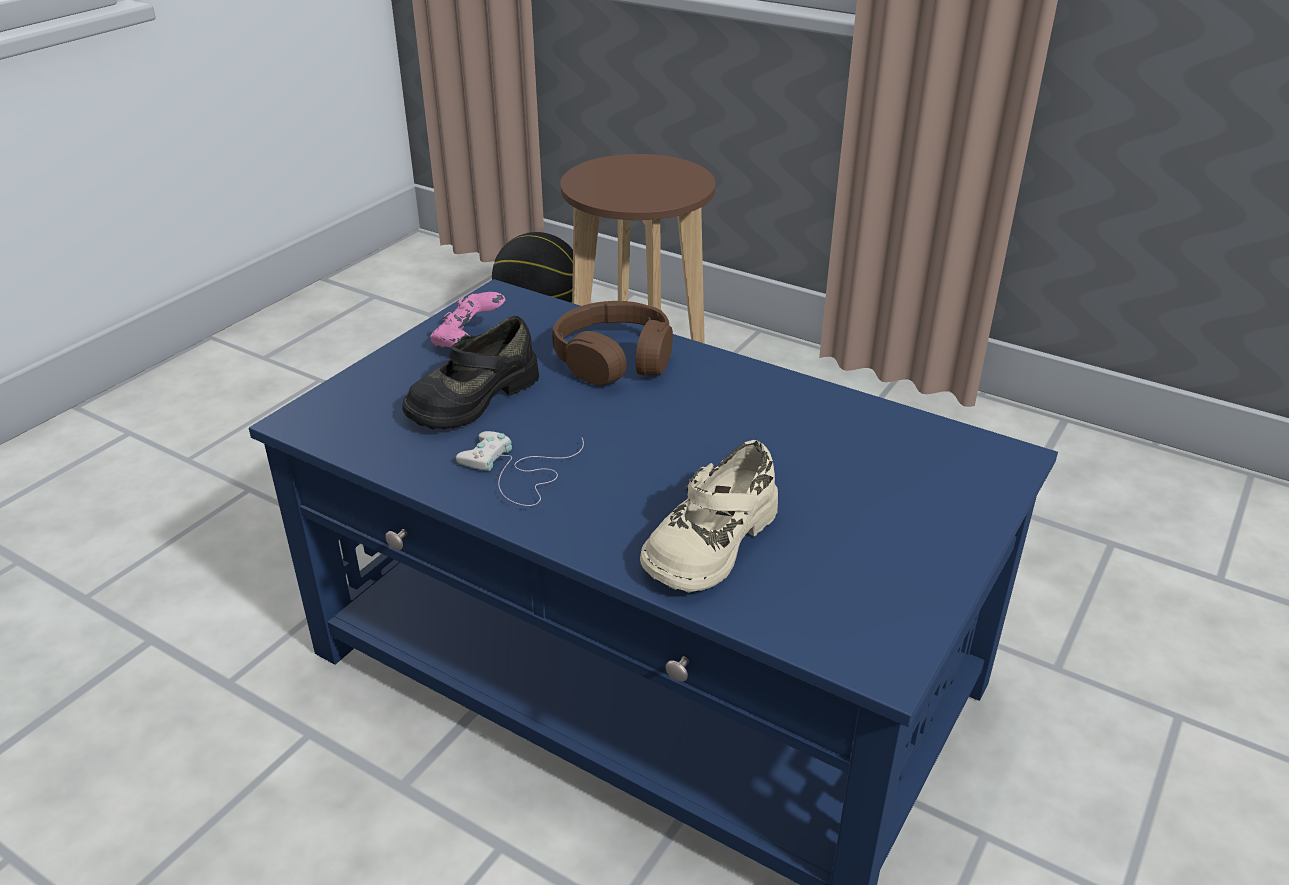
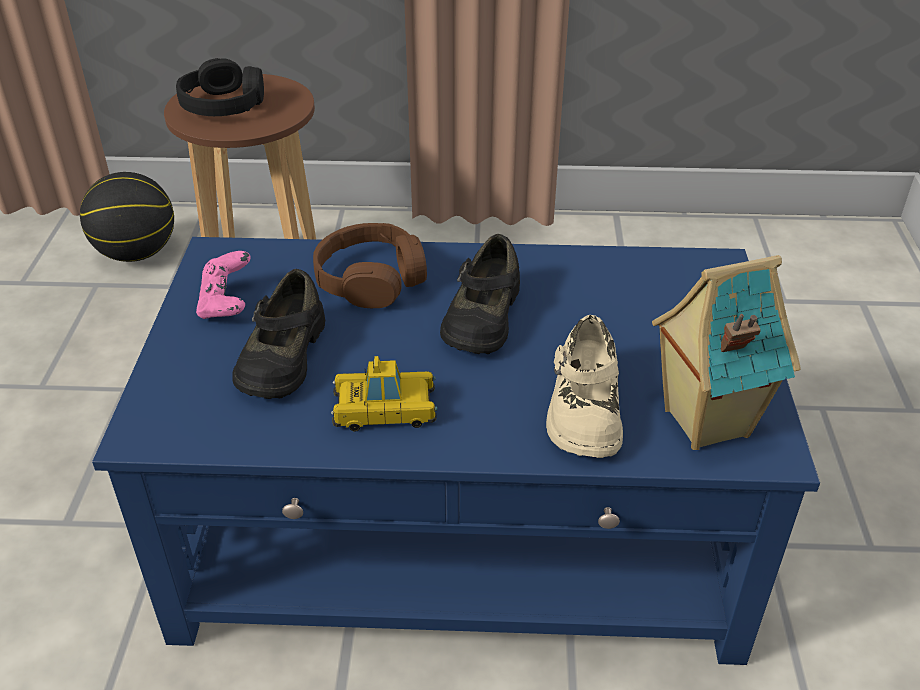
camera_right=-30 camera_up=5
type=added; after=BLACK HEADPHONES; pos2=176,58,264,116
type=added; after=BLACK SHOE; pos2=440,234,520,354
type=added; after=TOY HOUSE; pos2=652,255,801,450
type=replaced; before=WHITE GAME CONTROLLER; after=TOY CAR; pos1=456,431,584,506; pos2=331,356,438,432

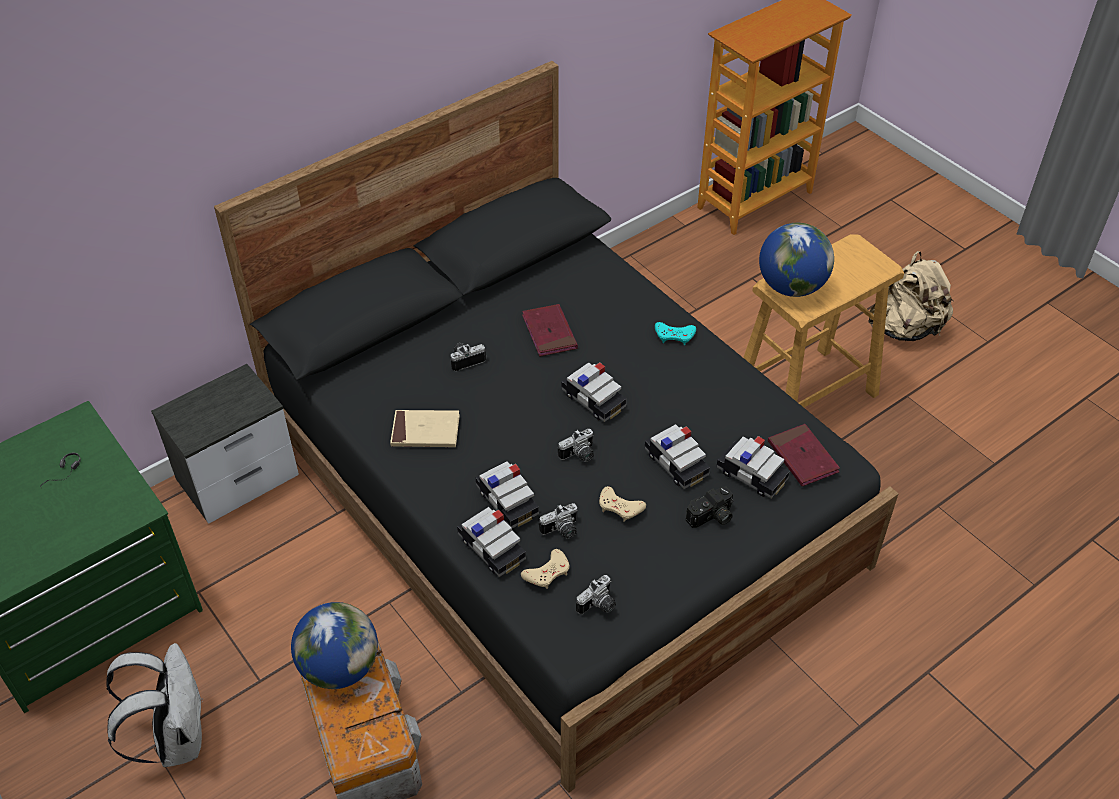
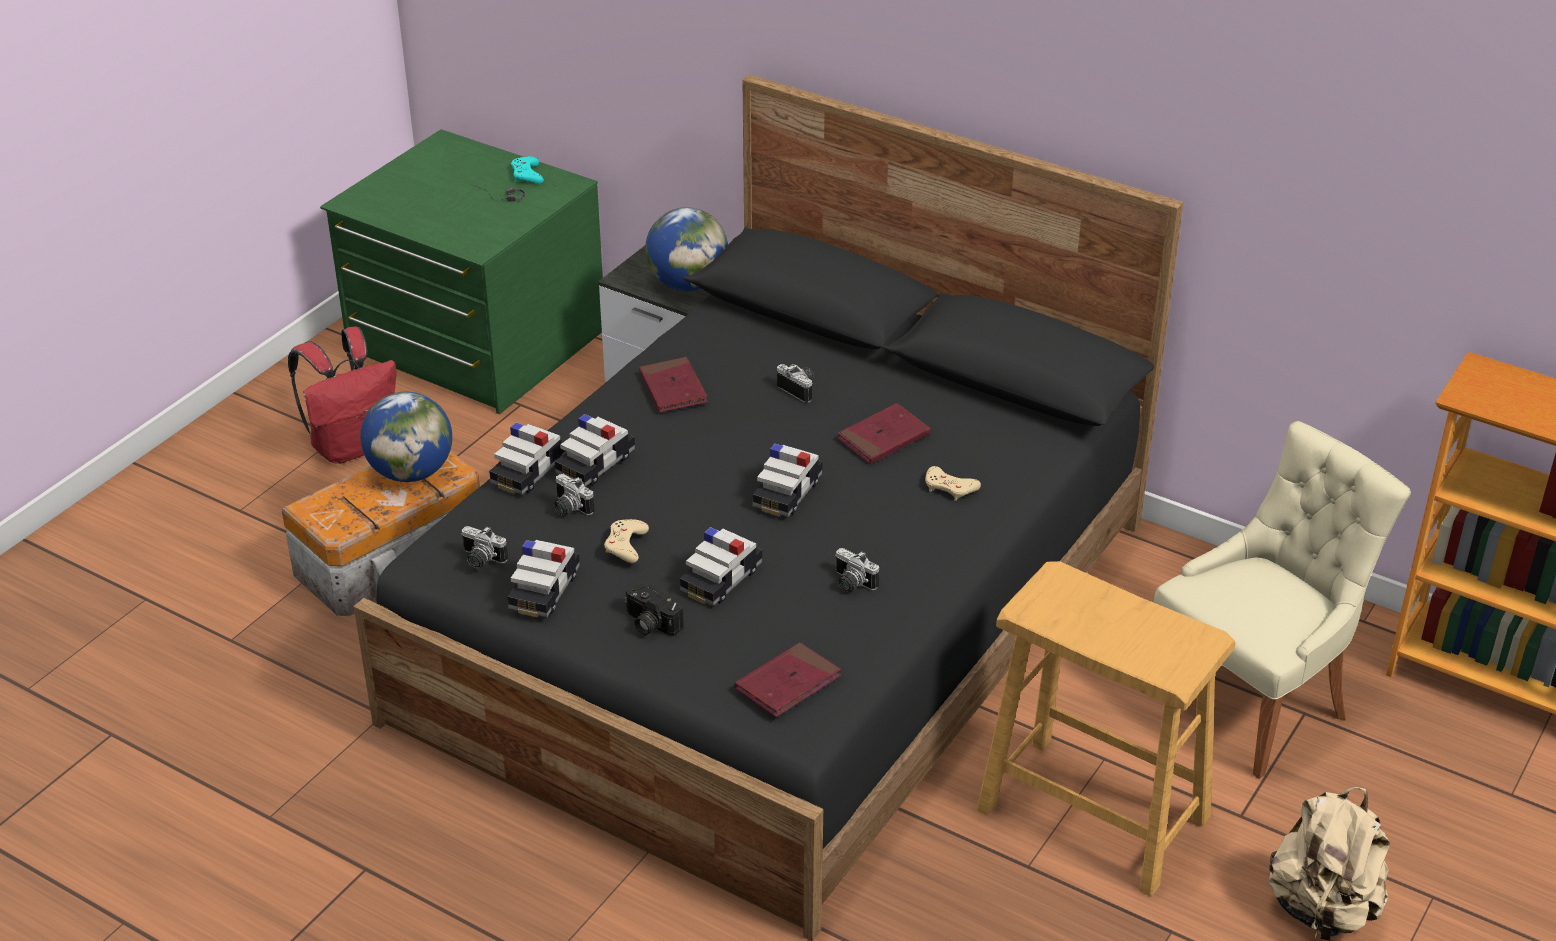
camera_right=70 camera_up=-10
type=added; after=BEIGE CHAIR; pos2=1150,421,1411,779
type=moved; before=BEIGE GAME CONTROLLER; pos1=521,549,569,589; pos2=925,466,981,501
type=moved; before=PHOTO CAMERA; pos1=558,429,594,462; pos2=835,548,879,592
type=moved; before=TURQUOISE GAME CONTROLLER; pos1=655,322,696,345; pos2=511,156,544,184
type=moved; before=TOY CAR; pos1=717,436,790,498; pos2=507,540,580,617
type=moved; before=GLOBE; pos1=759,223,834,297; pos2=645,207,728,291
type=recoloured; before=WHITE BACKPACK; after=RED BACKPACK; pos1=106,643,203,767; pos2=288,326,396,464
type=recoloured; before=BEIGE BOOK; after=RED BOOK; pos1=390,410,460,447; pos2=639,357,708,413

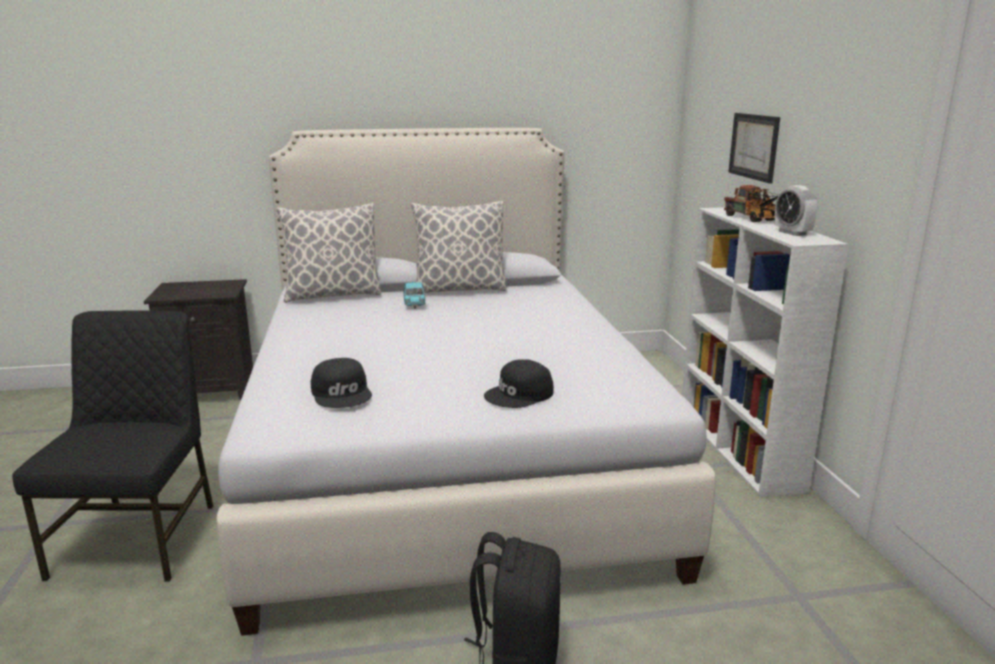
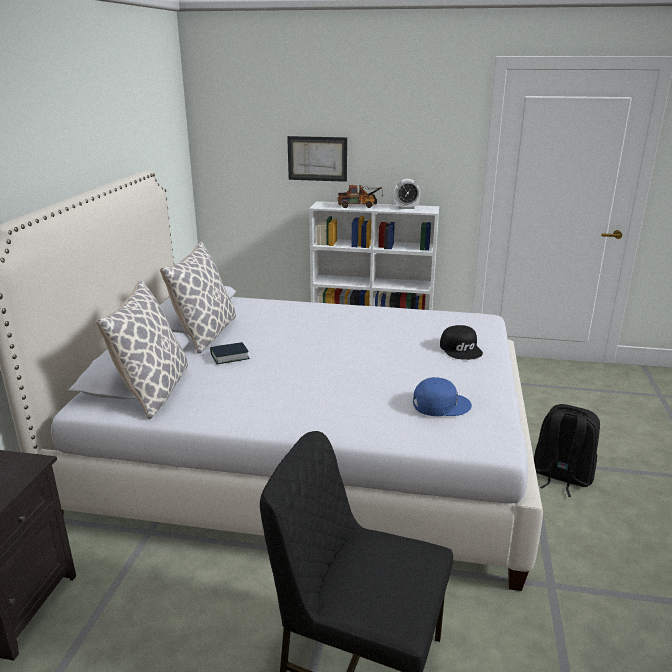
camera_right=-70 camera_up=5
type=replaced; before=TURQUOISE TOY CAR; after=BOOK; pos1=403,282,425,308; pos2=210,342,250,364
type=recoloured; before=BLACK CAP; after=BLUE CAP; pos1=311,358,372,408; pos2=413,377,472,416

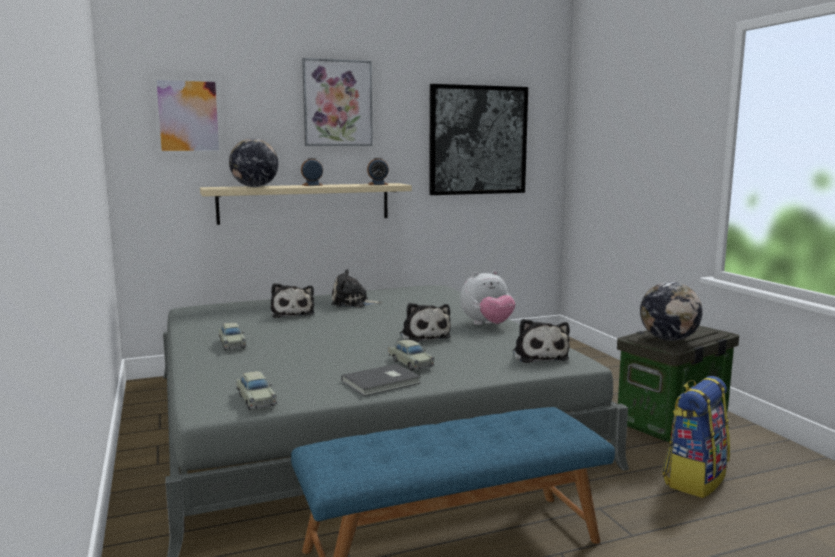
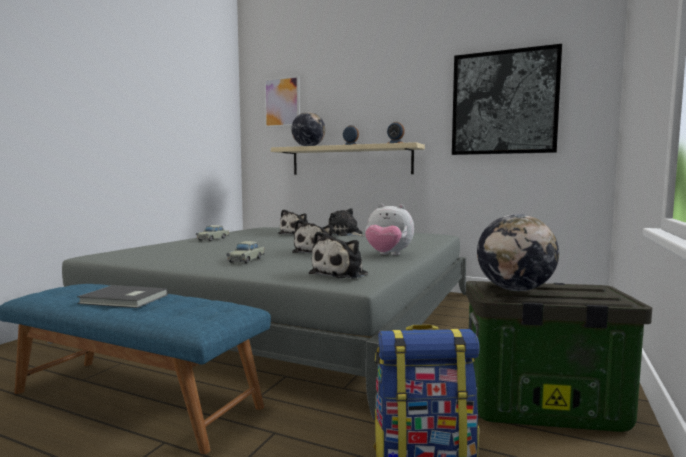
camera_right=45 camera_up=-5
type=removed; before=BEIGE TOY CAR; pos1=236,371,277,410
type=removed; before=PICTURE; pos1=302,58,373,146
type=moved; before=GREY BOOK; pos1=341,364,421,396; pos2=77,285,168,308

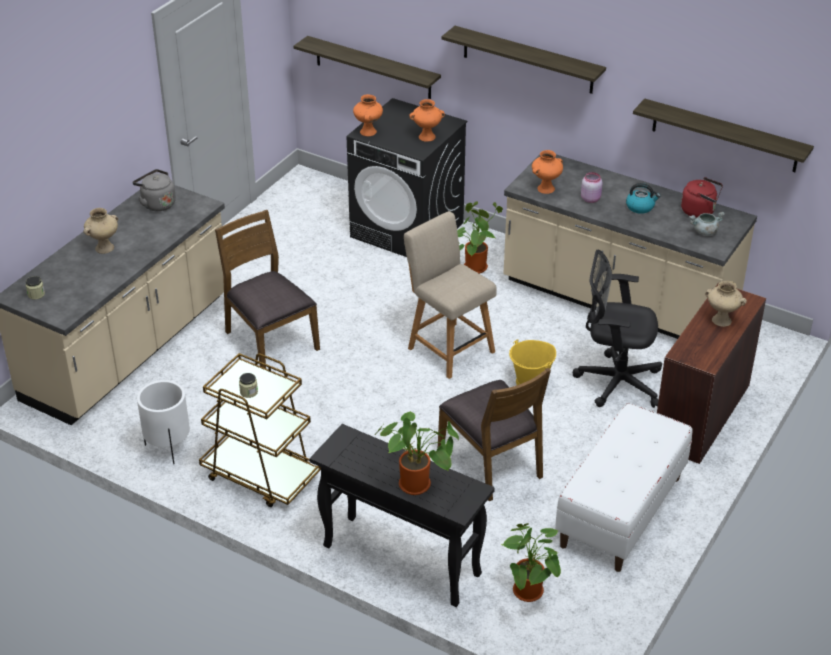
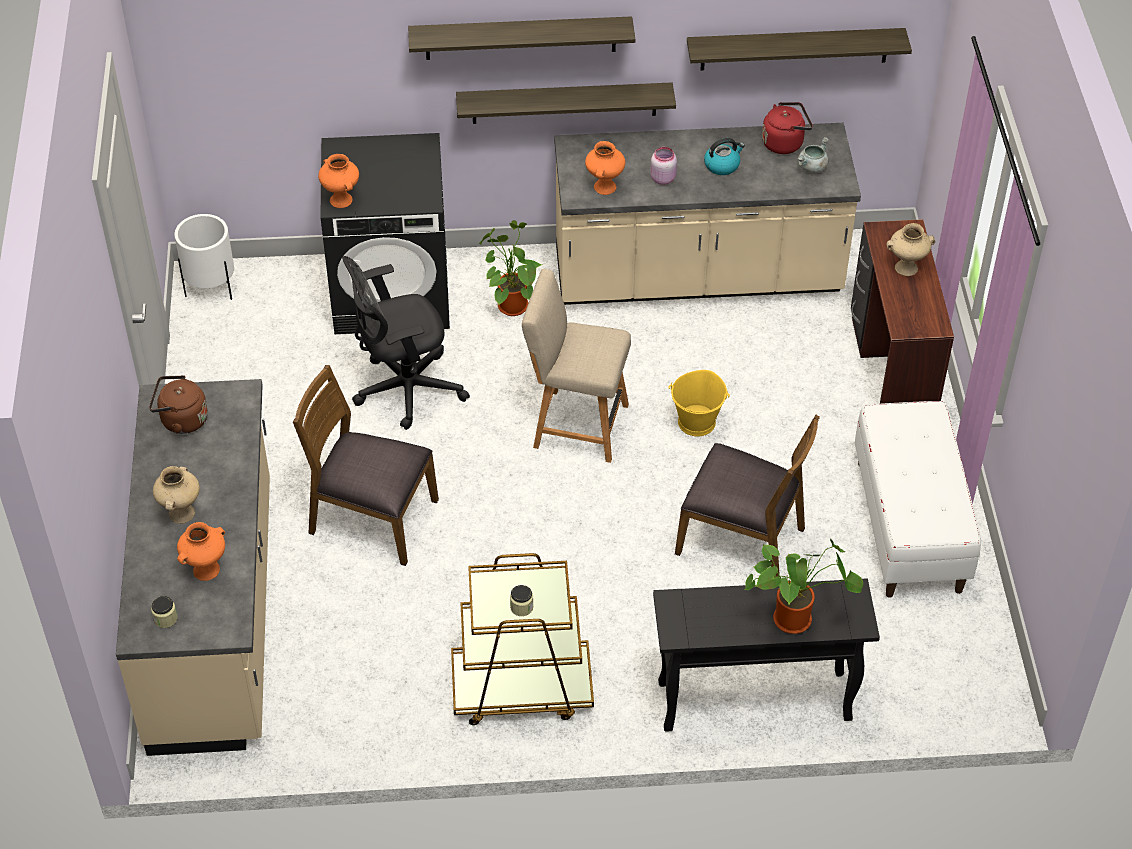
camera_right=-35 camera_up=10
type=removed; before=POTTED PLANT; pos1=501,523,561,602
type=moved; before=WHITE PLANTER; pos1=137,380,190,464; pos2=174,214,234,300
type=moved; before=SHELF; pos1=293,36,441,99; pos2=456,82,676,124
type=moved; before=ORANGE VASE; pos1=409,99,445,142; pos2=177,522,225,581
type=moved; before=BLACK OFFICE CHAIR; pos1=573,250,662,408; pos2=342,256,470,430
type=recoloured; before=GREY KETTLE; after=BROWN KETTLE; pos1=133,169,176,211; pos2=149,375,208,434

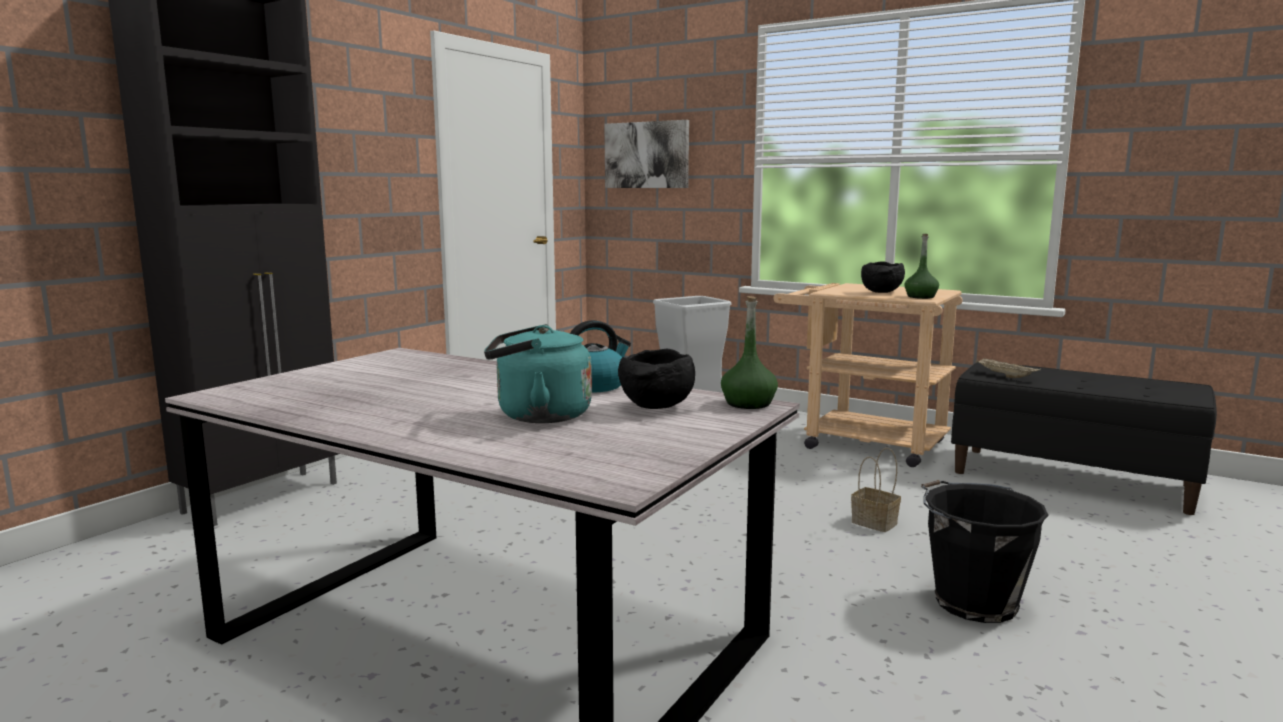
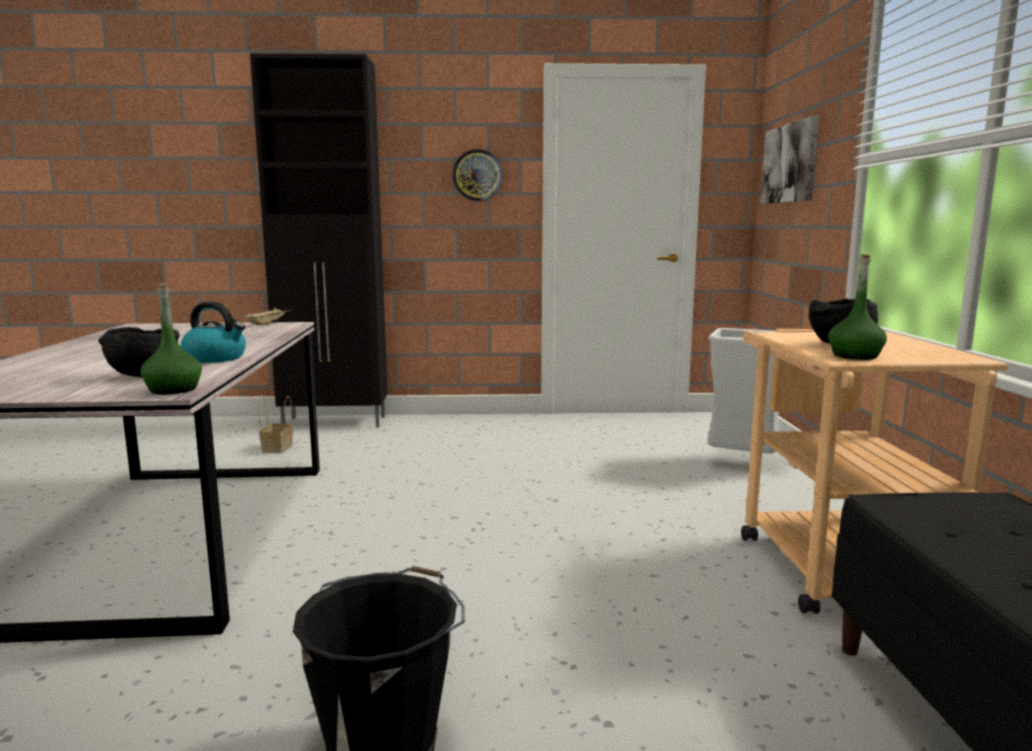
camera_right=55 camera_up=0
type=removed; before=TURQUOISE KETTLE; pos1=484,324,592,423
type=added; after=WALL CLOCK; pos2=453,149,503,201
type=moved; before=BASKET; pos1=851,448,901,532; pos2=258,395,293,453
type=moved; before=BEIGE TRAY; pos1=976,358,1041,378; pos2=241,308,291,325

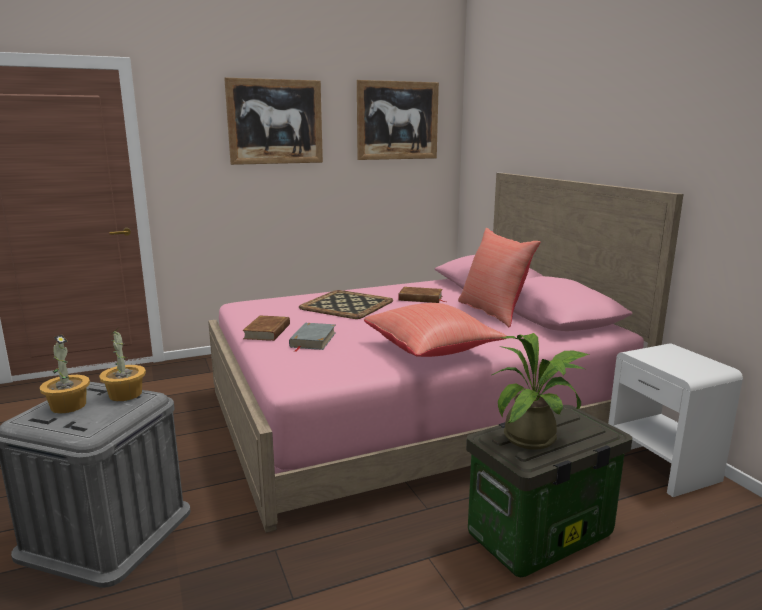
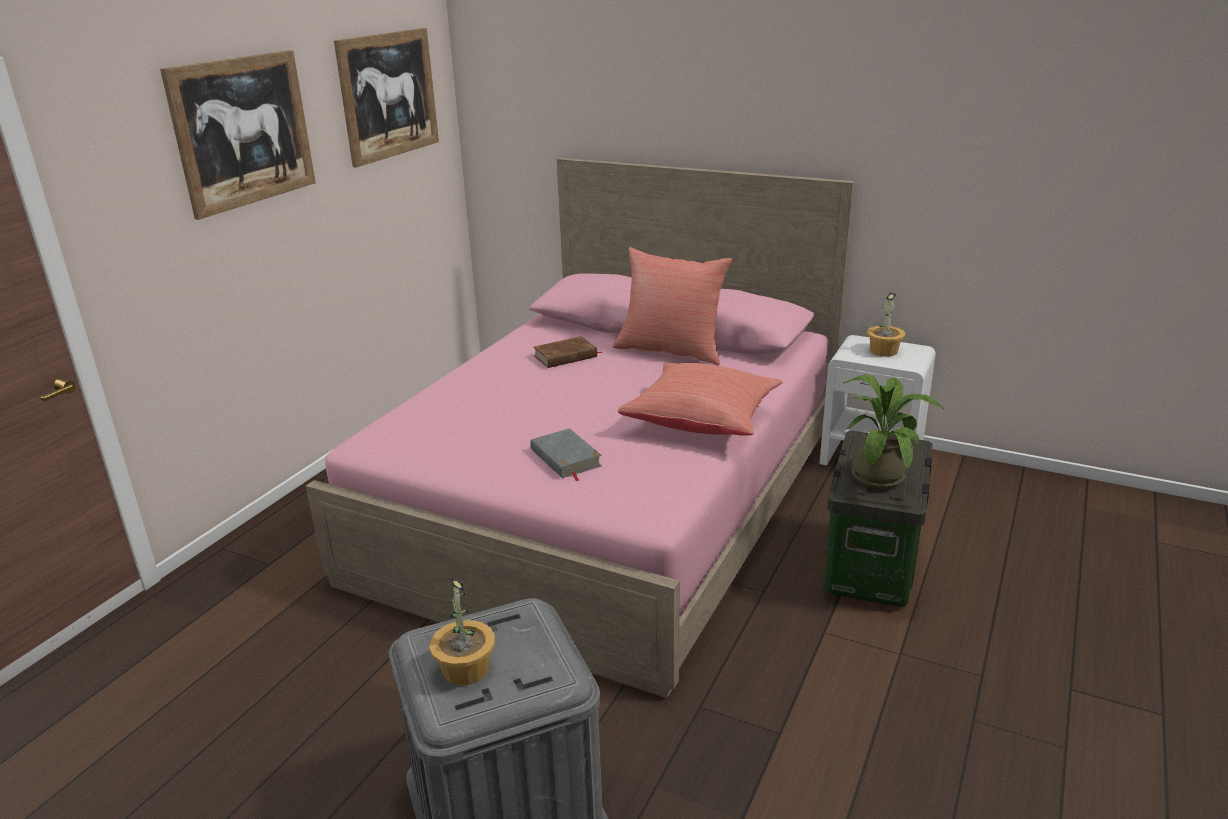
camera_right=-40 camera_up=10
type=removed; before=BROWN BOOK; pos1=242,316,290,341
type=removed; before=TRAY; pos1=299,290,393,319
type=moved; before=POTTED PLANT; pos1=99,328,146,401; pos2=867,292,905,357

